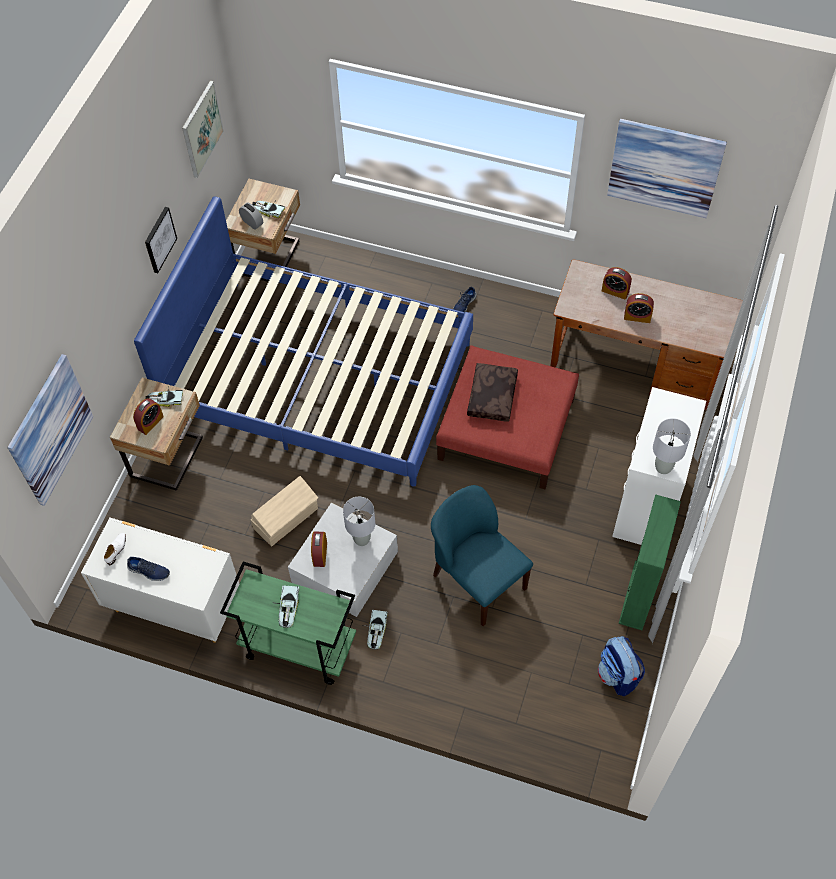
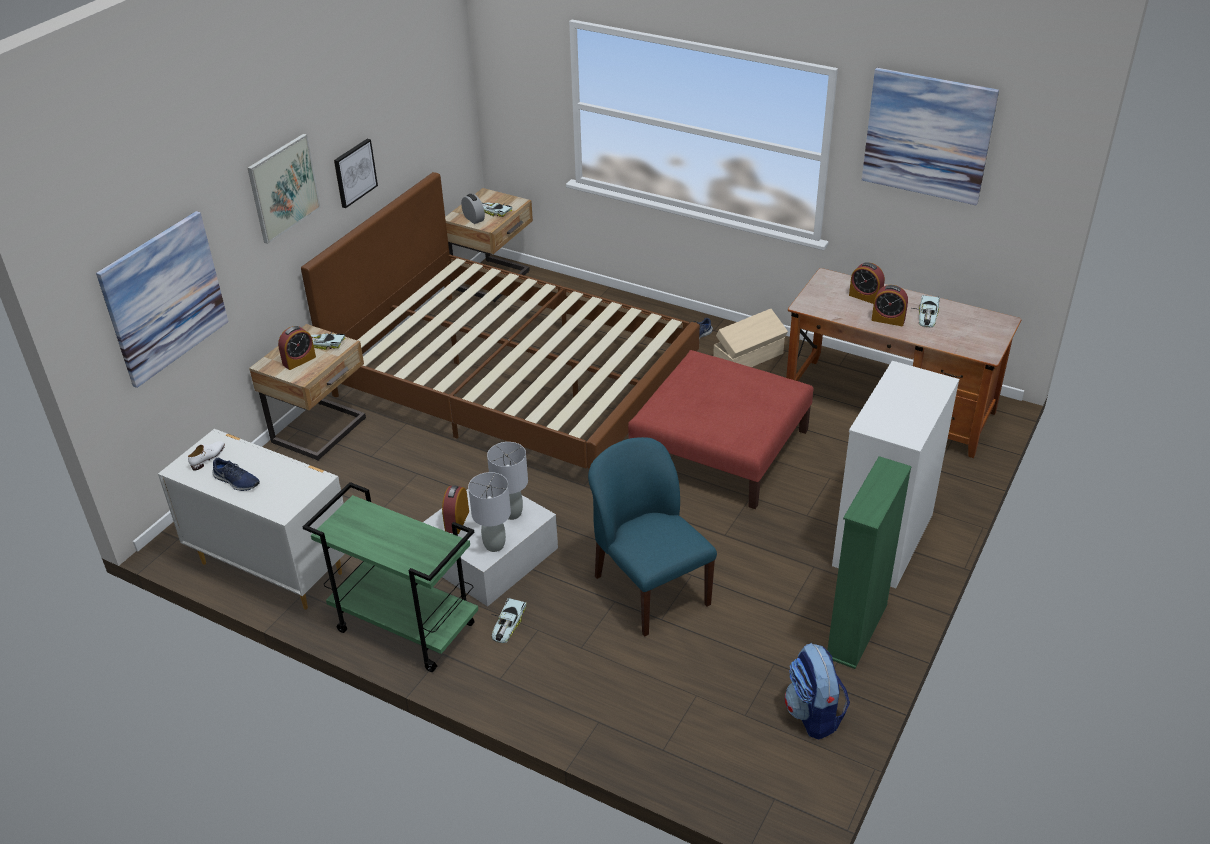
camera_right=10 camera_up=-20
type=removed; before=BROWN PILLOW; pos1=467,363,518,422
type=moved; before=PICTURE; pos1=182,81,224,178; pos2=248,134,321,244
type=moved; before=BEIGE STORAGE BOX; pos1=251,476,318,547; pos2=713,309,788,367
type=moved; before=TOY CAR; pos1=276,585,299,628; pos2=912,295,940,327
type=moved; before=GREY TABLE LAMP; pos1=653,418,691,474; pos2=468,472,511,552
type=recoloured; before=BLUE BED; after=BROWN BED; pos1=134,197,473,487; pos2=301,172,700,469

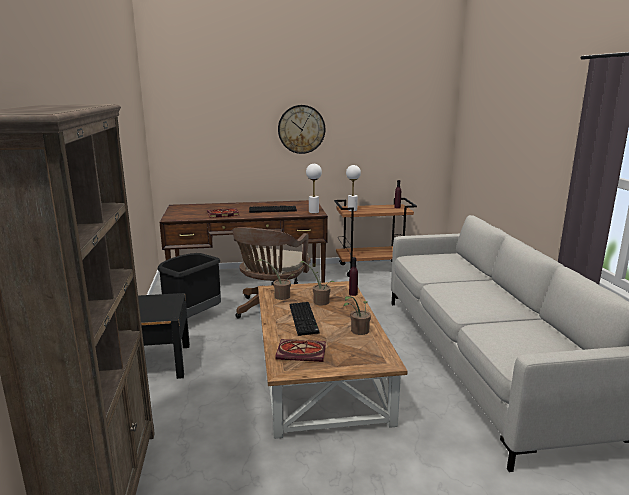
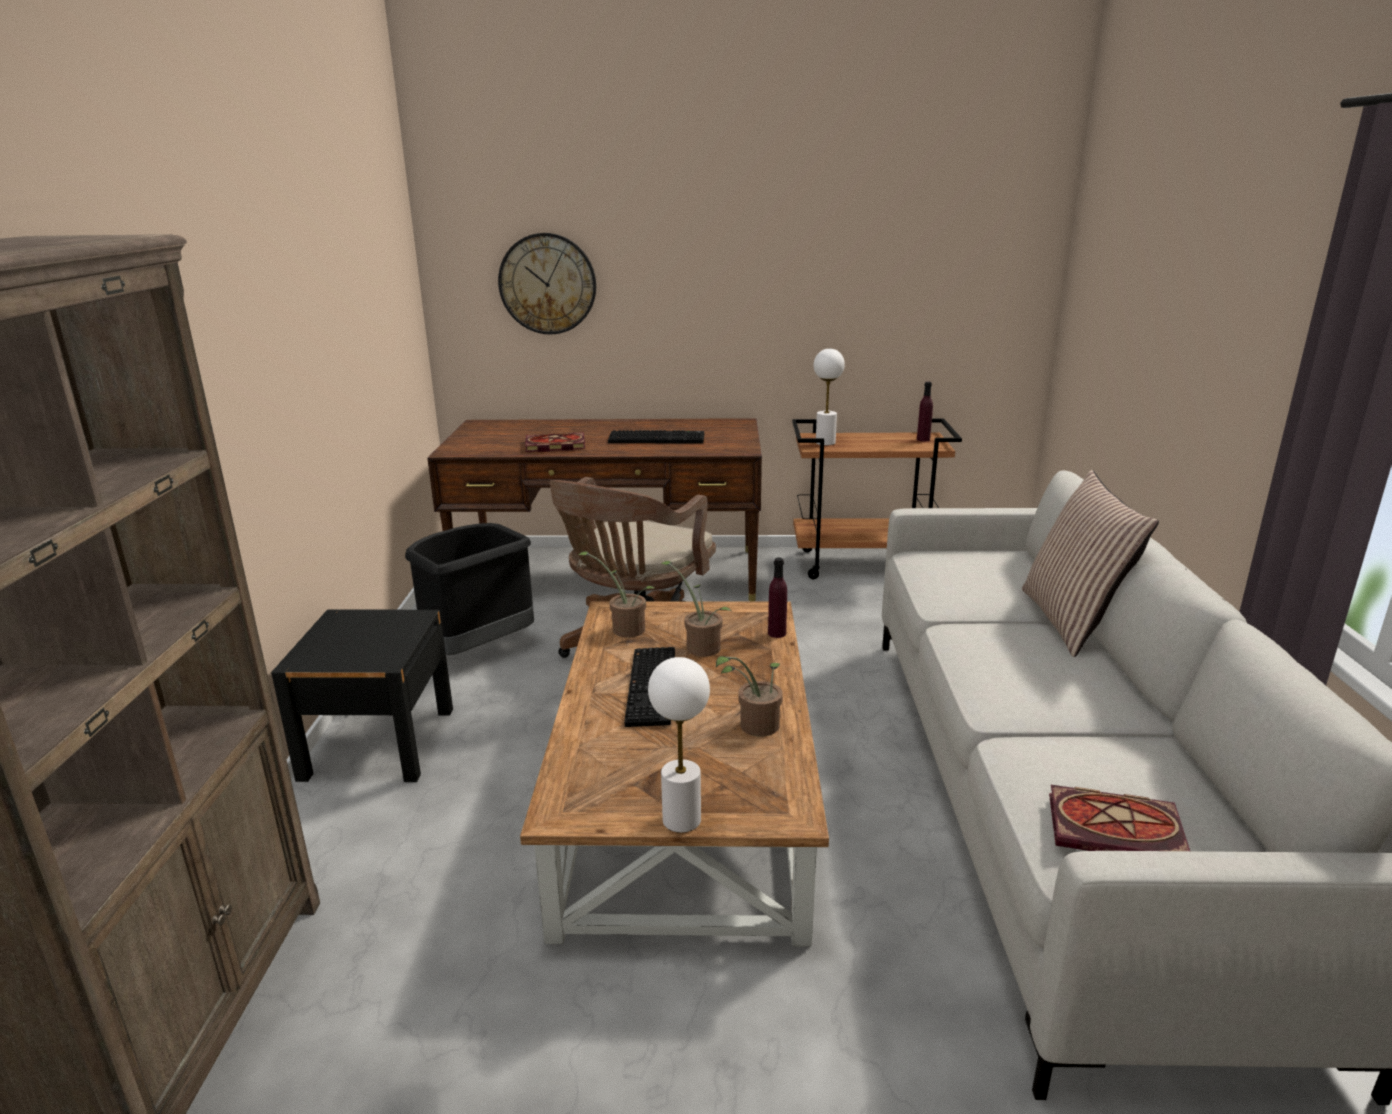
camera_right=10 camera_up=5
type=added; after=PILLOW; pos2=1022,470,1159,657
type=moved; before=BOOK; pos1=275,339,326,362; pos2=1049,785,1190,851
type=moved; before=WALL CLOCK; pos1=278,105,325,154; pos2=498,233,596,335
type=moved; before=WHITE TABLE LAMP; pos1=306,164,322,213; pos2=648,657,710,833

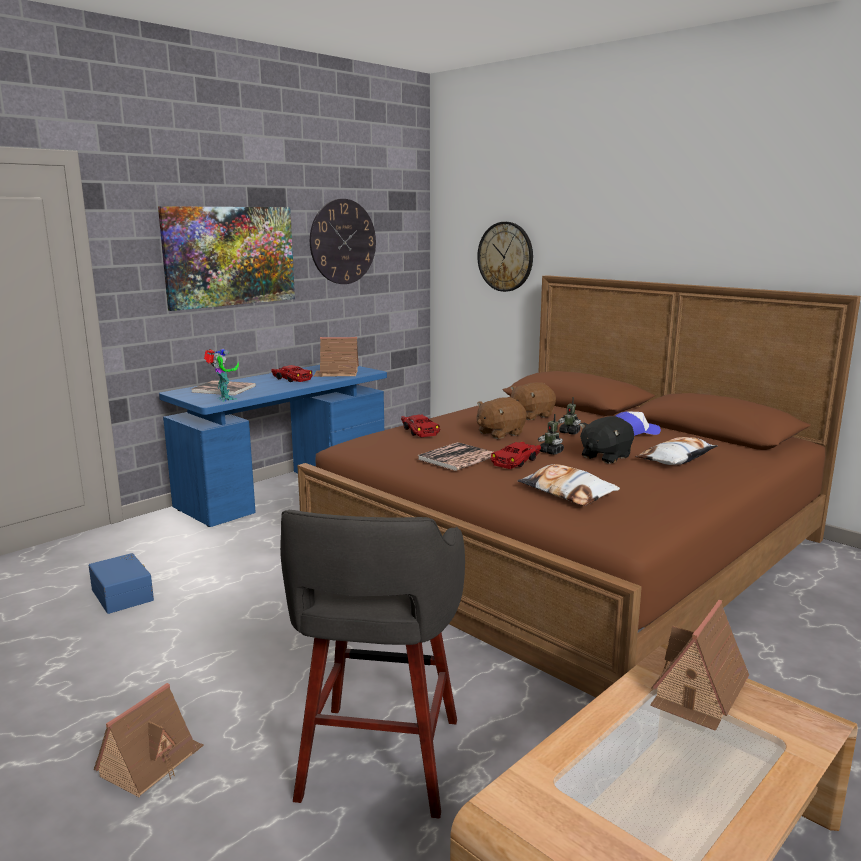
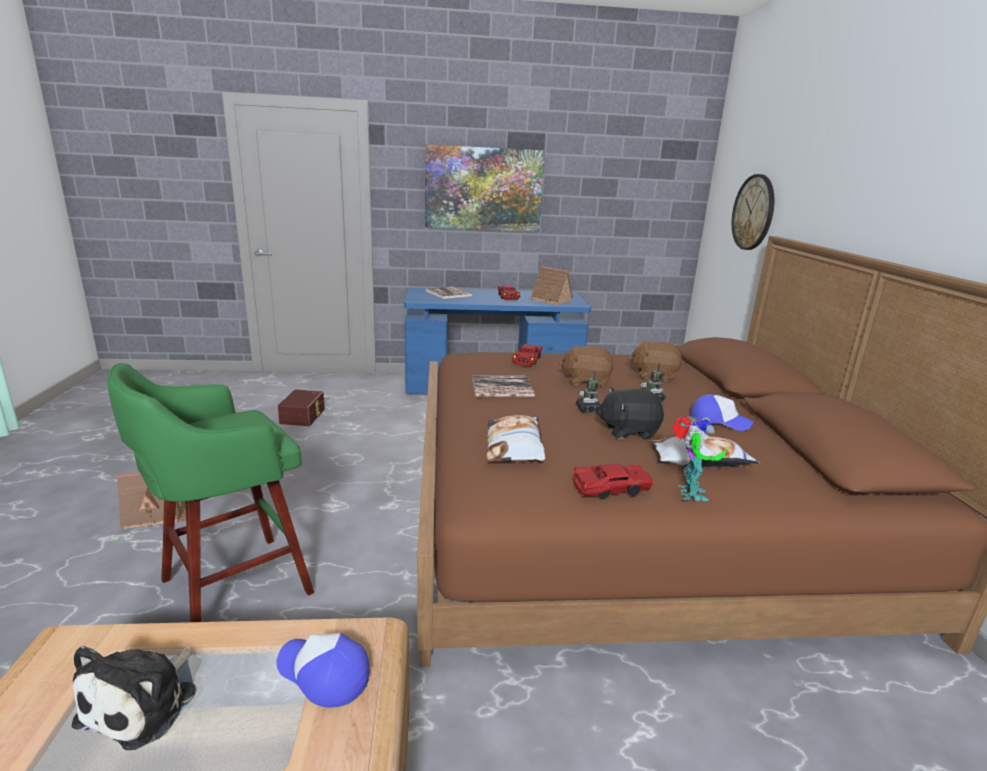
camera_right=40 camera_up=5
type=removed; before=WALL CLOCK; pos1=310,199,376,284
type=added; after=PLUSH TOY; pos2=72,646,196,750
type=moved; before=TOY ROBOT; pos1=204,348,239,402; pos2=672,416,726,501
type=moved; before=RED TOY CAR; pos1=490,442,541,469; pos2=573,463,653,498
type=replaced; before=TOY HOUSE; after=CAP; pos1=650,600,749,730; pos2=277,633,369,708
type=recoloured; before=BLUE STORAGE BOX; after=BROWN STORAGE BOX; pos1=89,553,154,614; pos2=278,390,325,426
type=recoloured; before=GREY STOOL; after=GREEN STOOL; pos1=280,510,465,818; pos2=108,363,314,622

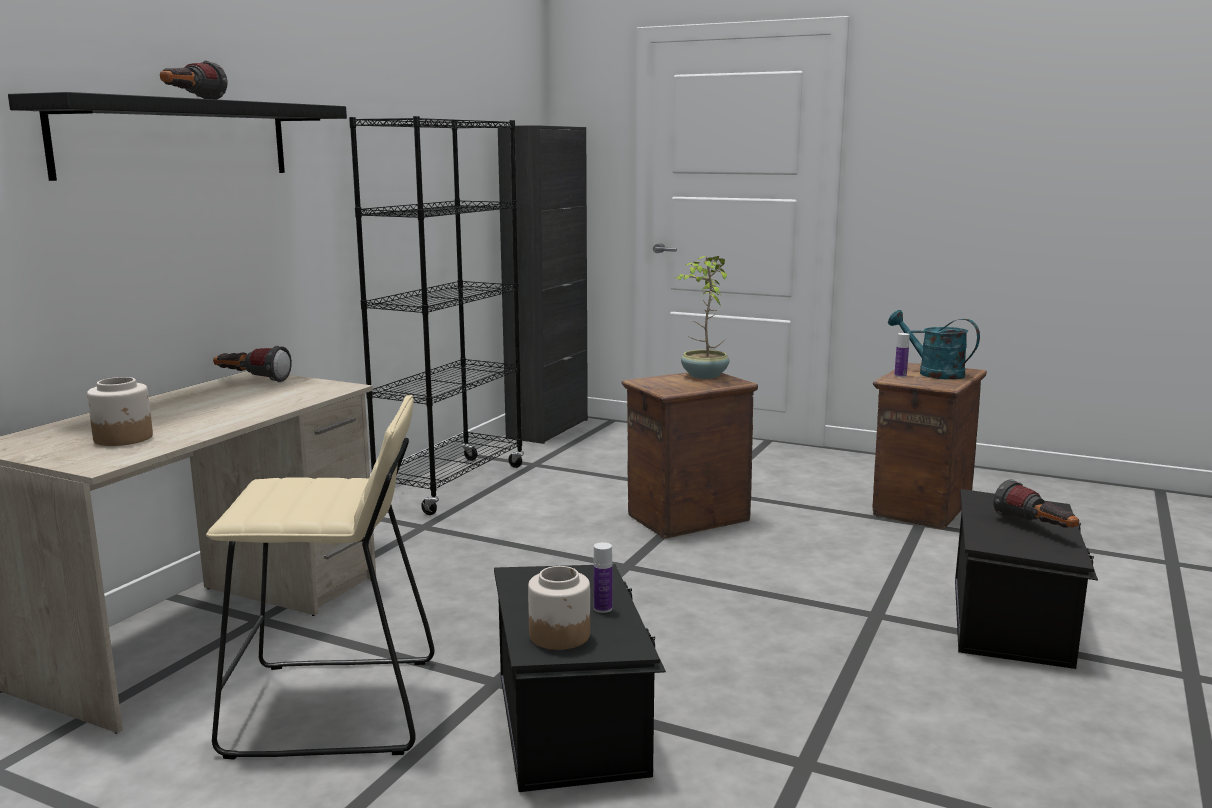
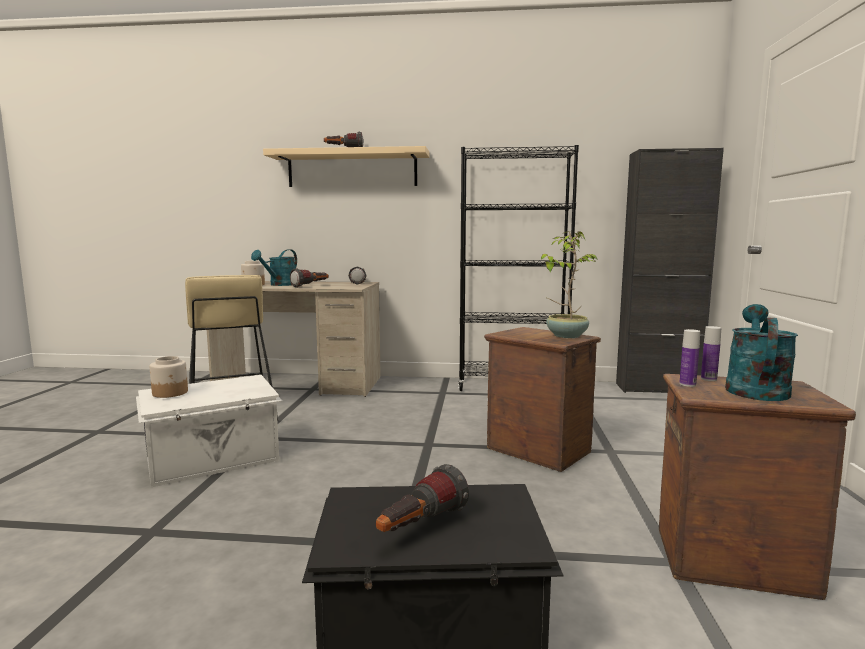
camera_right=70 camera_up=-5
type=added; after=TURQUOISE WATERING CAN; pos2=251,249,297,286
type=added; after=FLASHLIGHT; pos2=290,268,329,288
type=moved; before=BOTTLE; pos1=593,542,612,613; pos2=679,329,700,387
type=recoloured; before=BLACK SHELF; after=BEIGE SHELF; pos1=8,92,347,181; pos2=263,146,430,187
type=recoloured; before=BLACK STORAGE BOX; after=WHITE STORAGE BOX; pos1=494,564,666,792; pos2=136,375,282,487

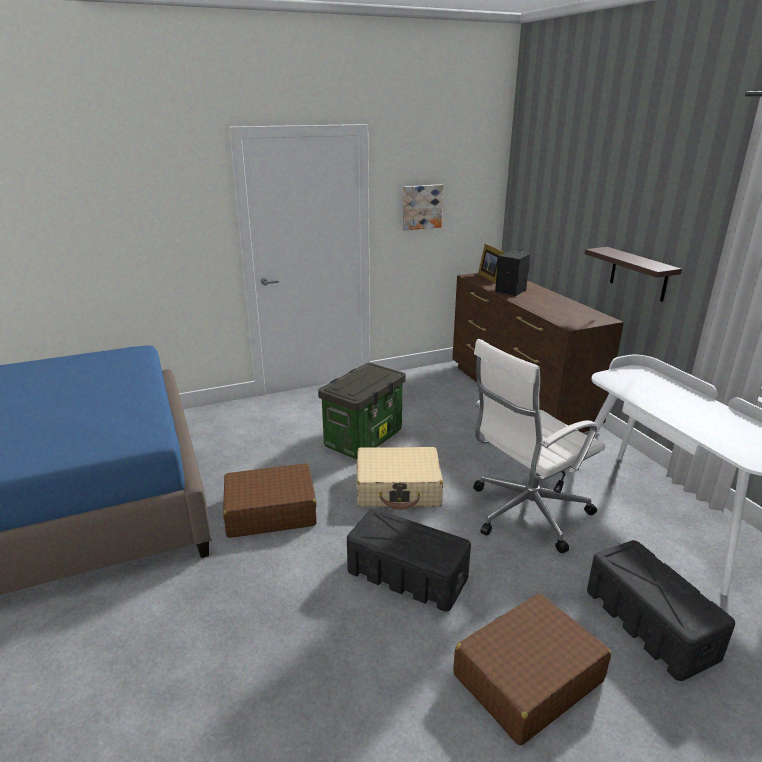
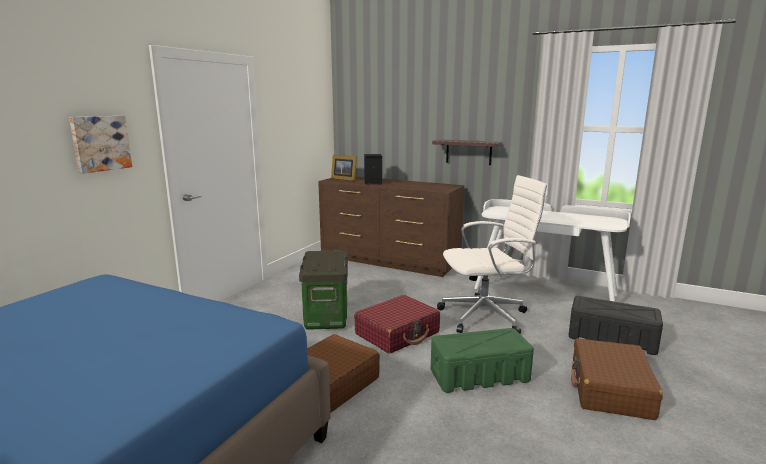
camera_right=-40 camera_up=-10
type=moved; before=PICTURE; pos1=403,184,443,230; pos2=69,116,132,174
type=recoloured; before=BLACK STORAGE BOX; after=GREEN STORAGE BOX; pos1=347,509,471,611; pos2=431,328,534,393
type=recoloured; before=BEIGE SUITCASE; after=RED SUITCASE; pos1=357,447,443,510; pos2=354,295,440,354
type=turned; before=WHITE OFFICE CHAIR; pos1=473,339,606,553; pos2=437,175,548,334; turn=-120

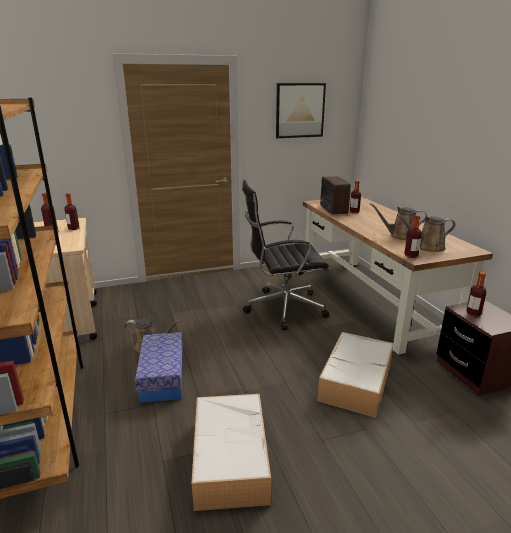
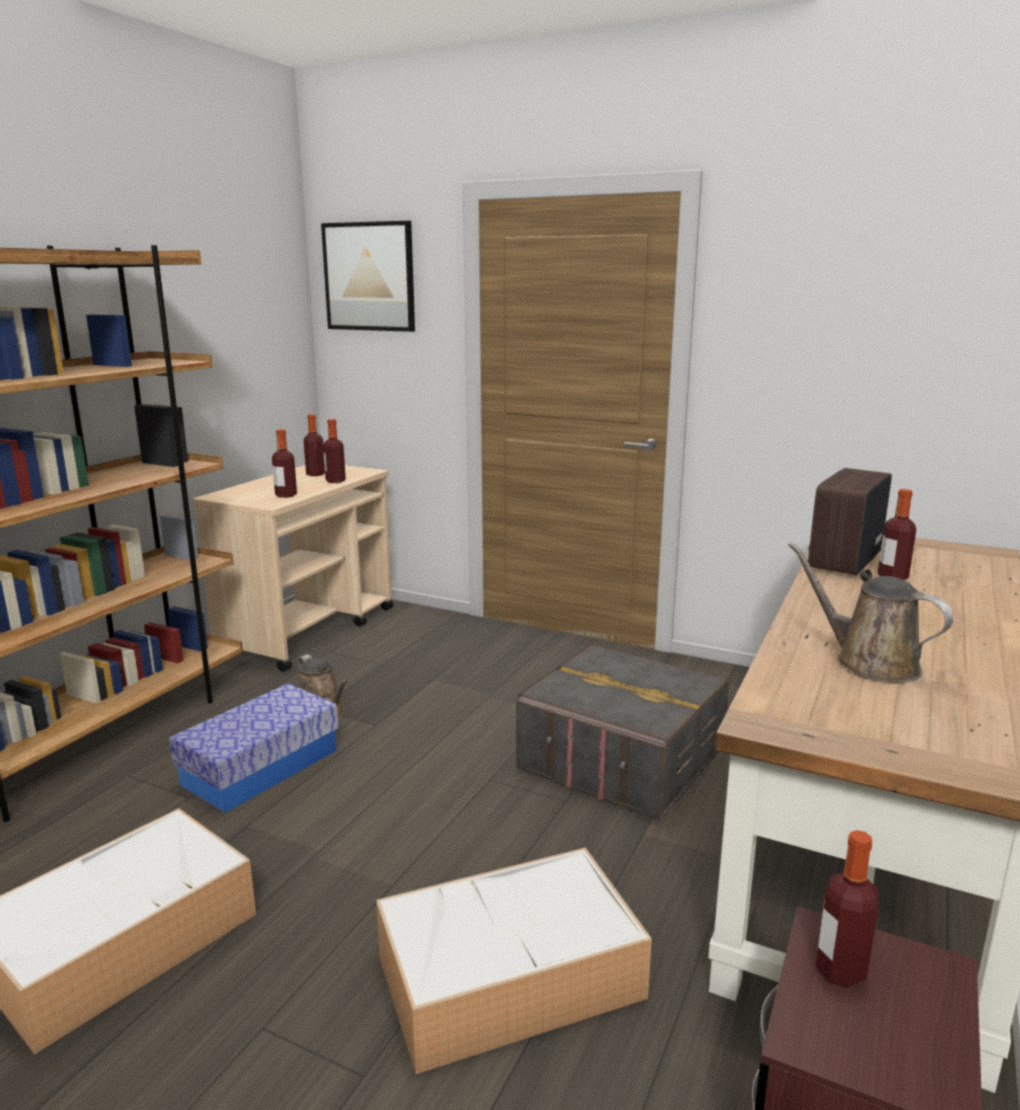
camera_right=45 camera_up=-5
type=removed; before=BROWN WATERING CAN; pos1=397,214,455,252
type=moved; before=PICTURE; pos1=276,83,326,138; pos2=321,221,415,332
type=moved; before=BOTTLE; pos1=404,215,422,258; pos2=272,429,297,498
type=replaced; before=BLACK OFFICE CHAIR; after=GREY STORAGE BOX; pos1=242,180,329,330; pos2=516,642,730,821

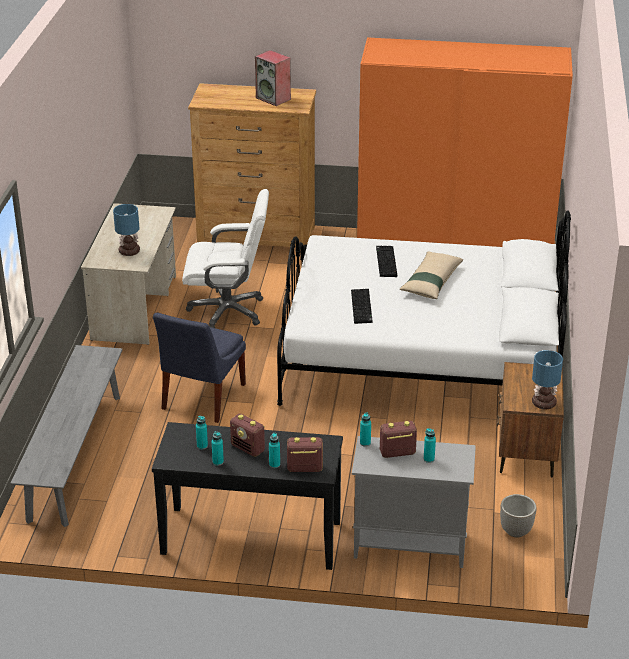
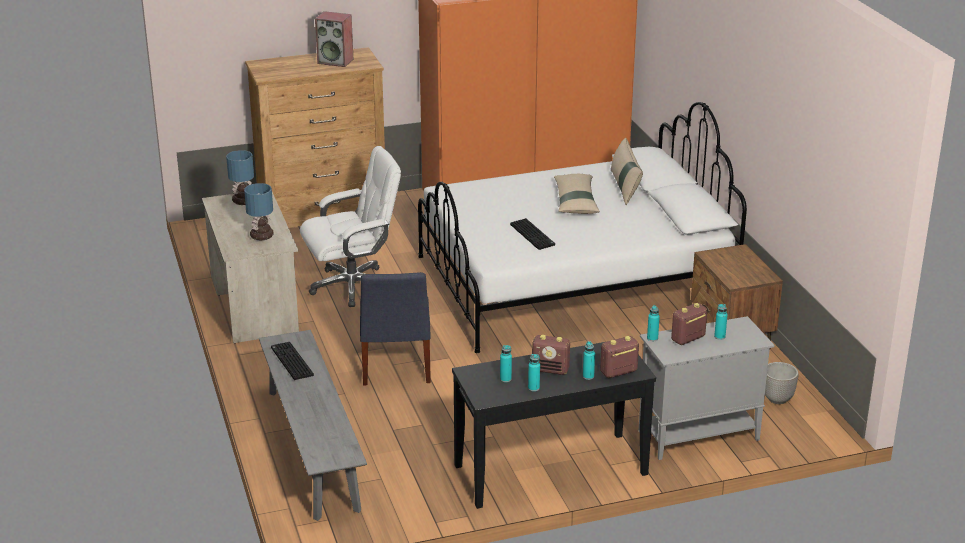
camera_right=-25 camera_up=-5
type=added; after=BEIGE PILLOW; pos2=611,138,643,205
type=moved; before=KEYBOARD; pos1=376,246,397,277; pos2=271,342,314,380
type=moved; before=TABLE LAMP; pos1=532,350,563,409; pos2=226,150,254,205

